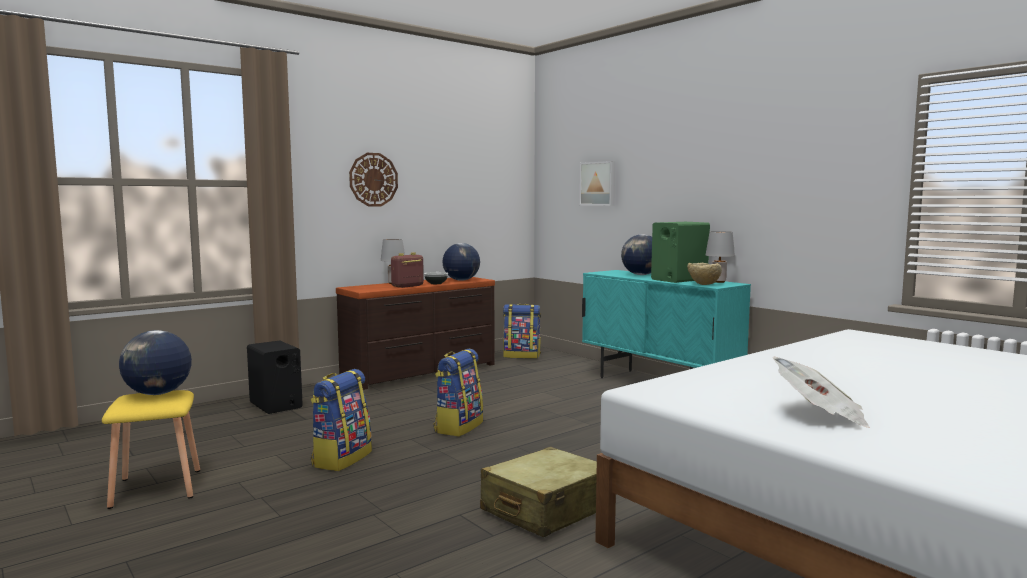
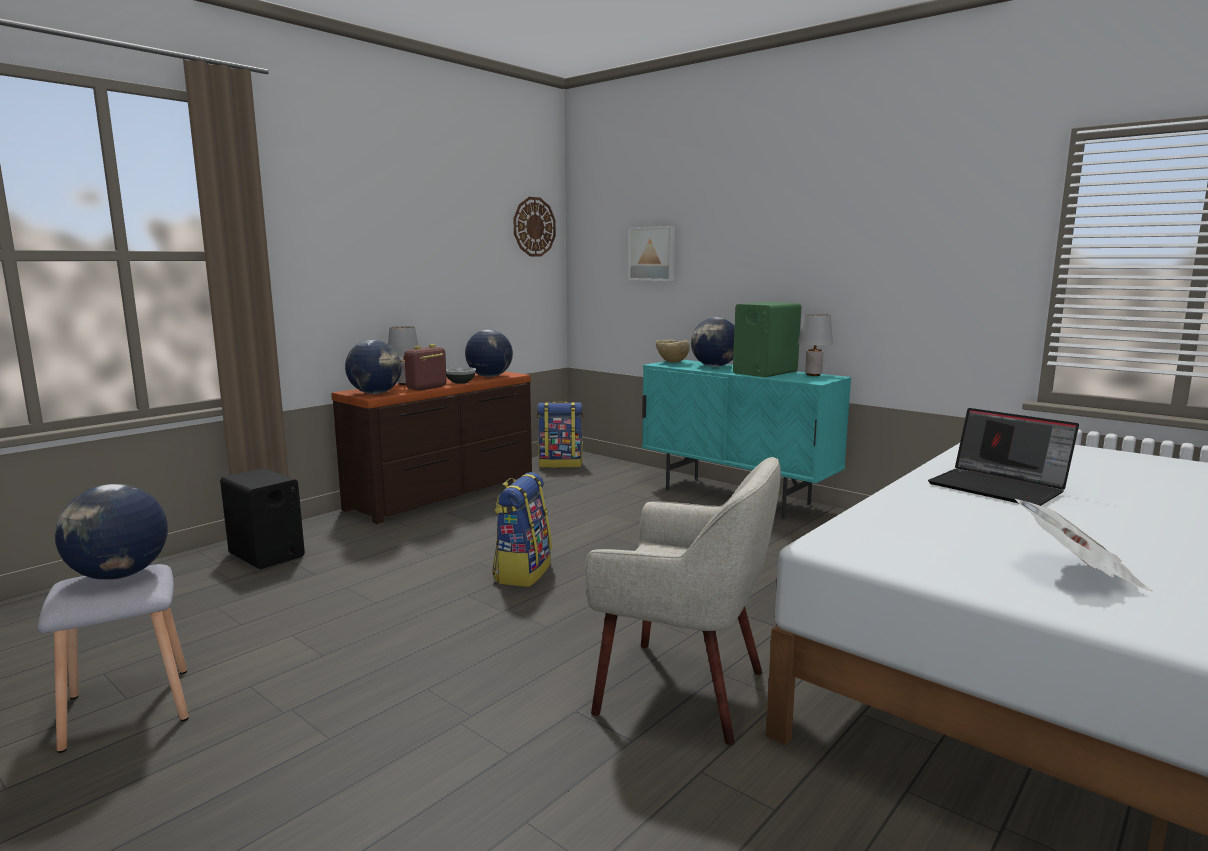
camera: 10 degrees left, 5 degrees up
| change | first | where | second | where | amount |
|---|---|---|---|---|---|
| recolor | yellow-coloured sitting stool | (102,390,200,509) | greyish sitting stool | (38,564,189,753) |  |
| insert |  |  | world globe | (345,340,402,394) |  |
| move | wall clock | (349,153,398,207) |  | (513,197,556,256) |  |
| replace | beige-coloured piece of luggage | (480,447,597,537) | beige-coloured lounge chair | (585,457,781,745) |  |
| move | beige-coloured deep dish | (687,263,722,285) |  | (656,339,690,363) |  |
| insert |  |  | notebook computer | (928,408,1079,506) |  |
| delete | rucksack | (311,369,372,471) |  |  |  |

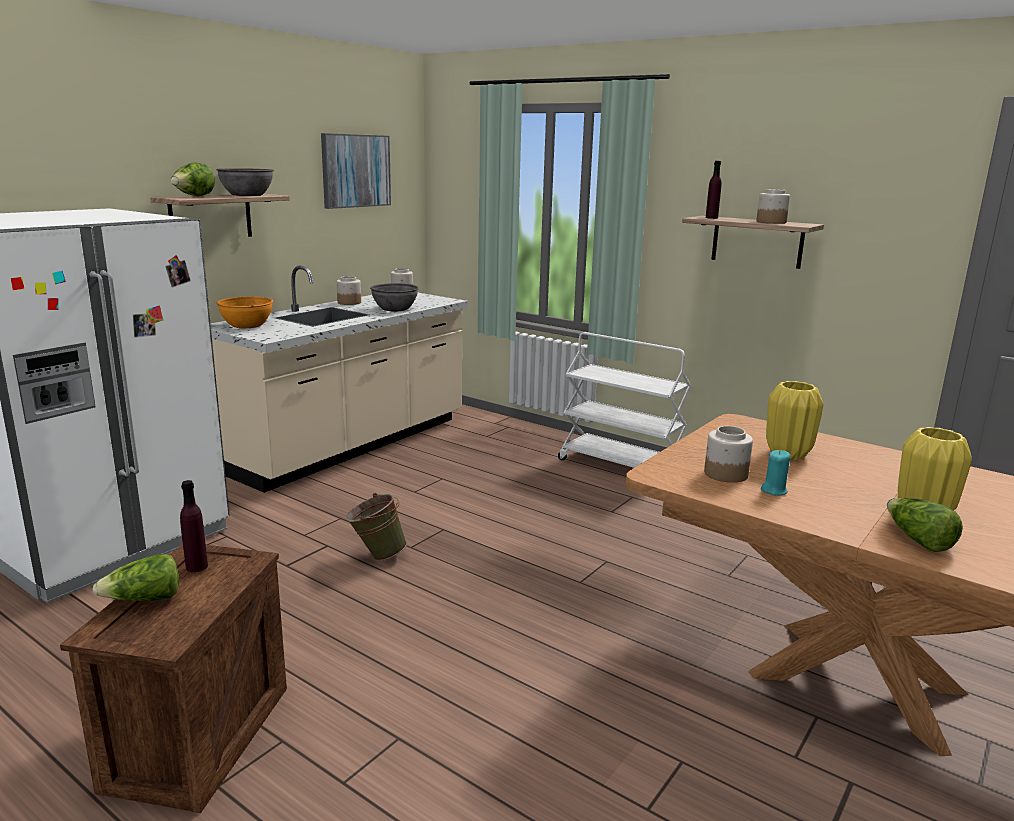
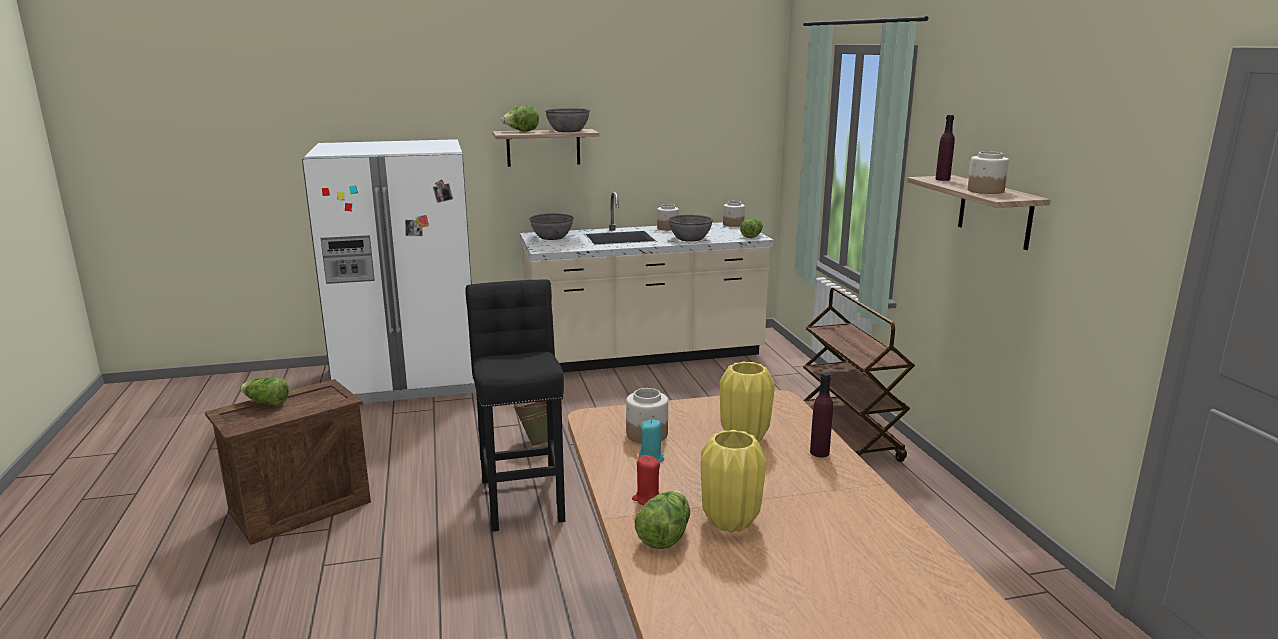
camera: 40 degrees right, 0 degrees up
| change | first | where | second | where | amount |
|---|---|---|---|---|---|
| insert |  |  | blackish sitting stool | (465,280,565,532) |  |
| recolor | orangey deep dish | (217,296,273,328) | greyish deep dish | (529,213,574,240) |  |
| insert |  |  | reddish candle | (632,455,660,505) |  |
| insert |  |  | lettuce | (740,218,763,238) |  |
| recolor | whitish trolley | (558,332,691,468) | brownish trolley | (803,287,915,462) |  |
| move | purplish beverage bottle | (180,480,208,572) |  | (810,372,833,457) |  |
| delete | wall picture | (321,133,391,209) |  |  |  |

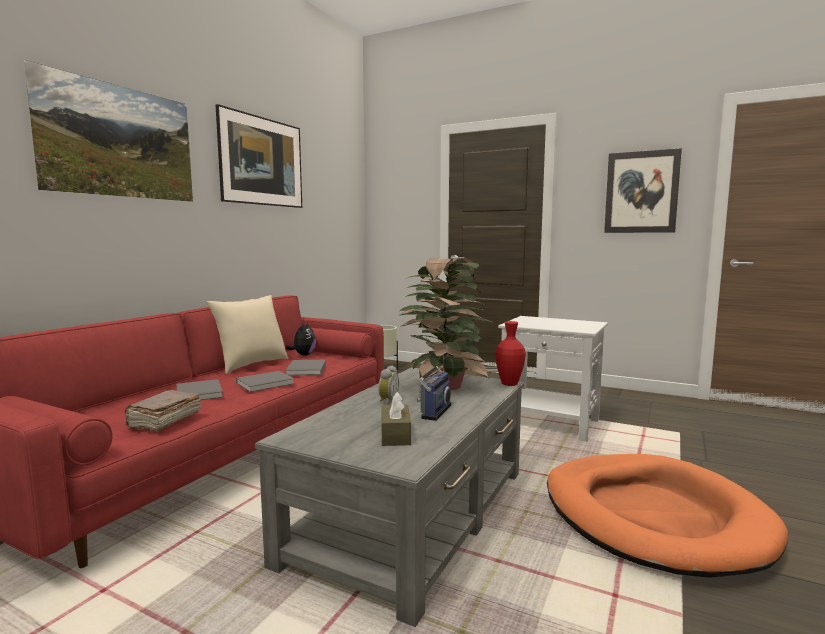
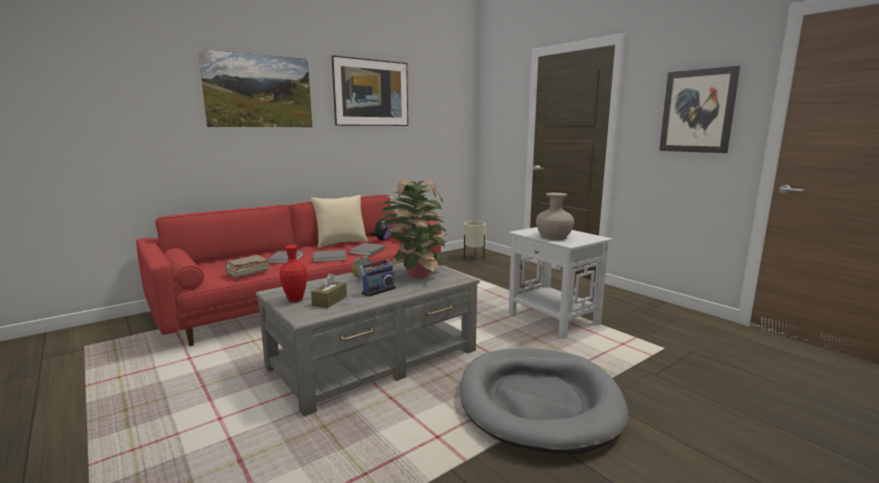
camera: 25 degrees right, 5 degrees up
| change | first | where | second | where | amount |
|---|---|---|---|---|---|
| move | reddish vase | (496,321,526,386) |  | (280,245,307,302) |  |
| recolor | orangey dog bed | (547,454,788,578) | greyish dog bed | (460,348,628,454) |  |
| insert |  |  | beige-coloured vase | (536,193,574,240) |  |

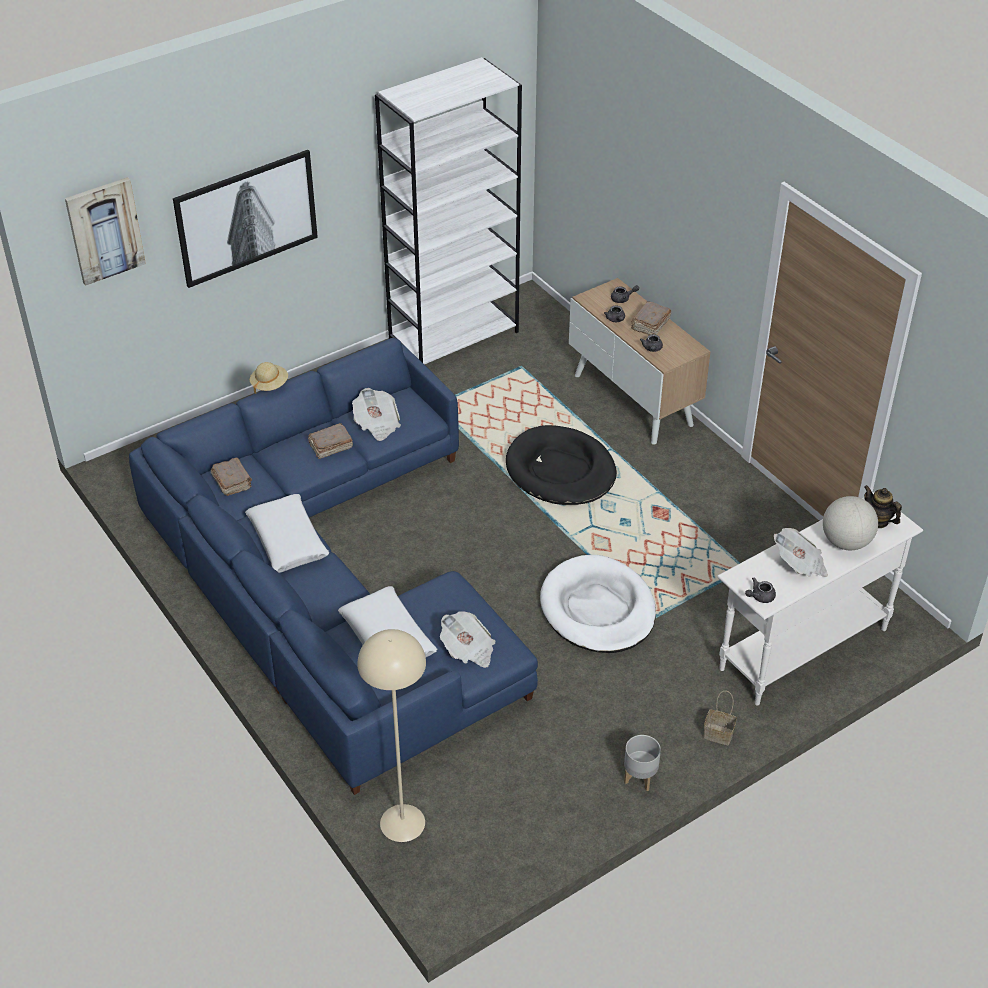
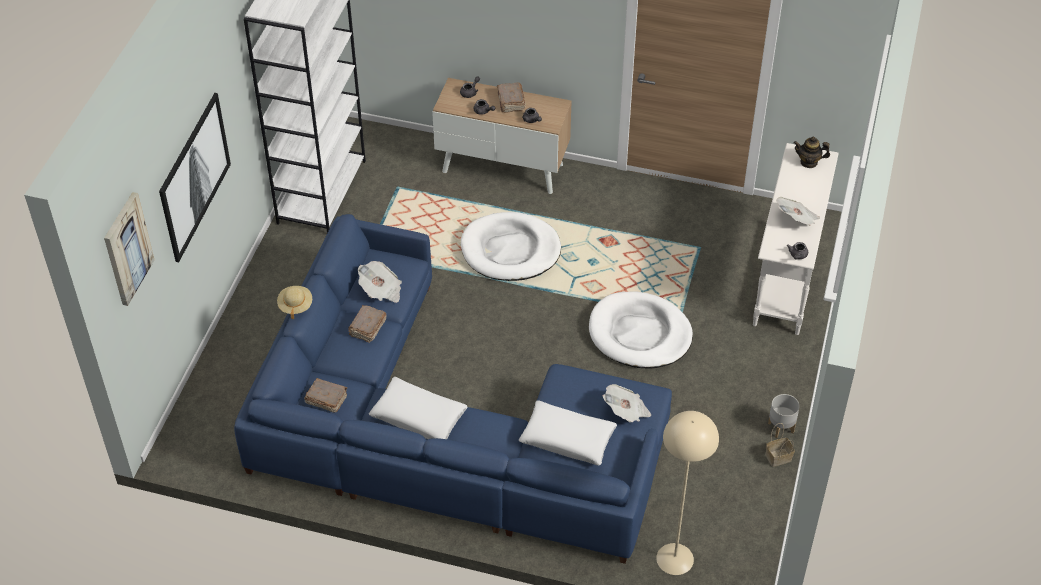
camera: 40 degrees left, 5 degrees up
| change | first | where | second | where | amount |
|---|---|---|---|---|---|
| recolor | blackish dog bed | (506,425,617,505) | whitish dog bed | (461,212,561,281) |  |
| move | storage basket | (703,691,737,745) |  | (765,423,795,467) |  |
| delete | world globe | (823,496,878,550) |  |  |  |

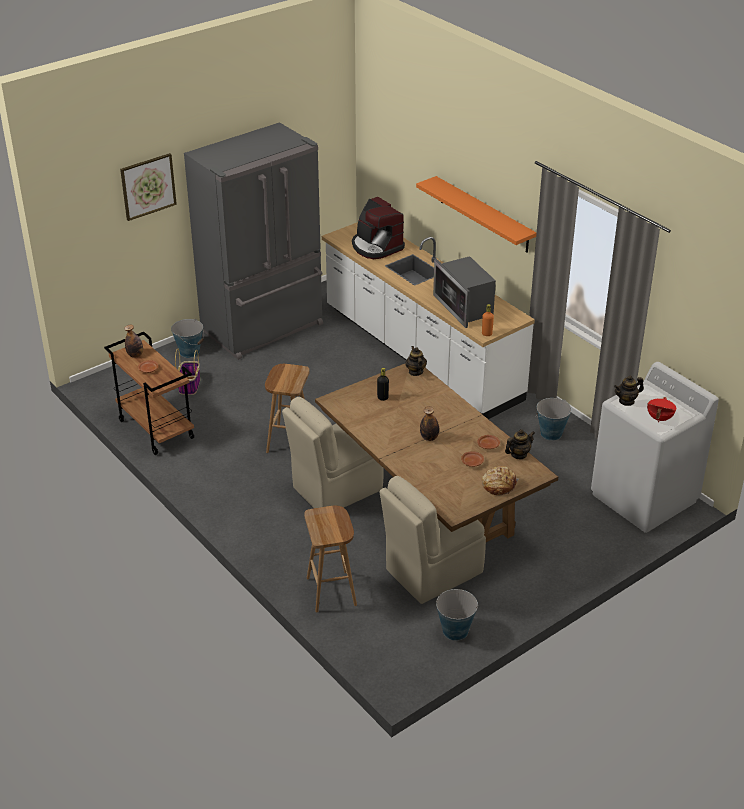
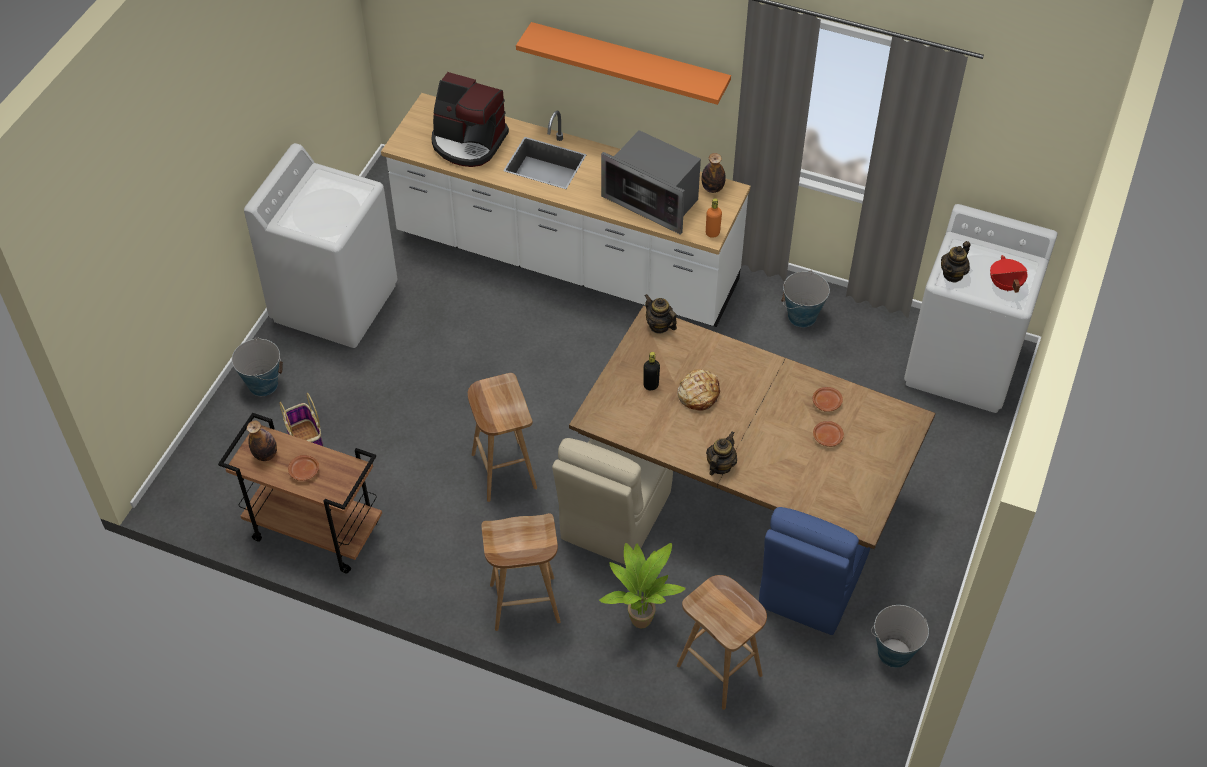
camera: 30 degrees left, 15 degrees up
| change | first | where | second | where | amount |
|---|---|---|---|---|---|
| replace | greyish fridge | (184,122,323,360) | whitish laundry appliance | (244,143,397,348) |  |
| insert |  |  | brownish sitting stool | (481,513,561,631) |  |
| insert |  |  | houseplant | (599,543,686,628) |  |
| move | bakery bread | (482,466,519,496) |  | (677,369,720,411) |  |
| move | beverage bottle | (420,406,439,441) |  | (701,153,726,193) |  |
| move | pot for tea | (505,429,535,459) |  | (706,431,737,475) |  |
| recolor | beige-coloured plain chair | (380,476,486,604) | bluish plain chair | (759,507,870,635) |  |
| delete | wall picture | (120,153,177,221) |  |  |  |

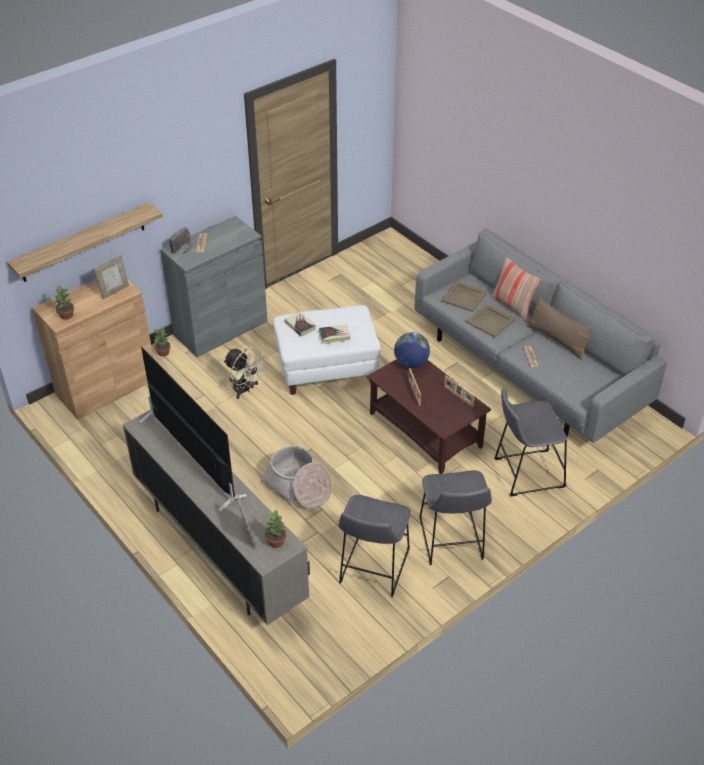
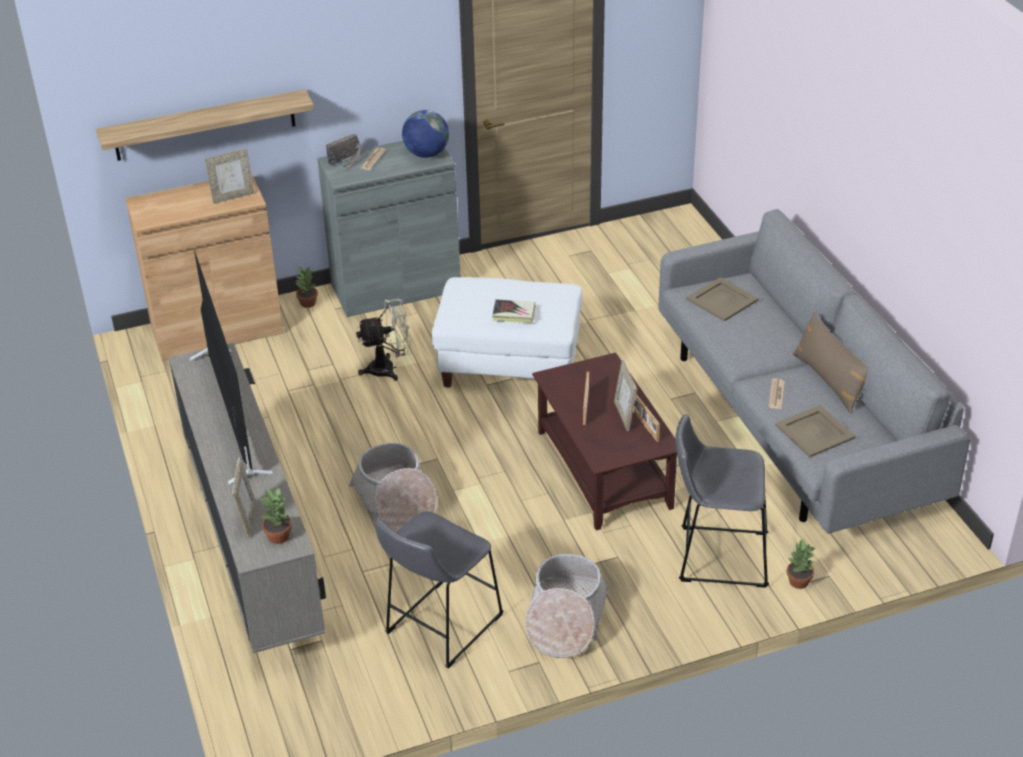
camera: 20 degrees right, 5 degrees down
| change | first | where | second | where | amount |
|---|---|---|---|---|---|
| rotate | beige-coloured fan | (223,347,268,399) |  | (356,299,411,381) | 75 degrees counterclockwise |
| move | world globe | (394,332,430,368) |  | (402,110,449,158) |  |
| replace | greyish sitting stool | (419,470,492,565) | storage basket | (525,554,609,658) |  |
| insert |  |  | photo frame | (614,360,637,431) |  |
| move | beige-coloured tray | (466,304,516,338) |  | (775,405,856,457) |  |
| move | houseplant | (54,285,74,320) |  | (787,539,815,589) |  |
| delete | volume | (284,311,316,336) |  |  |  |
| delete | pillow | (491,257,541,321) |  |  |  |

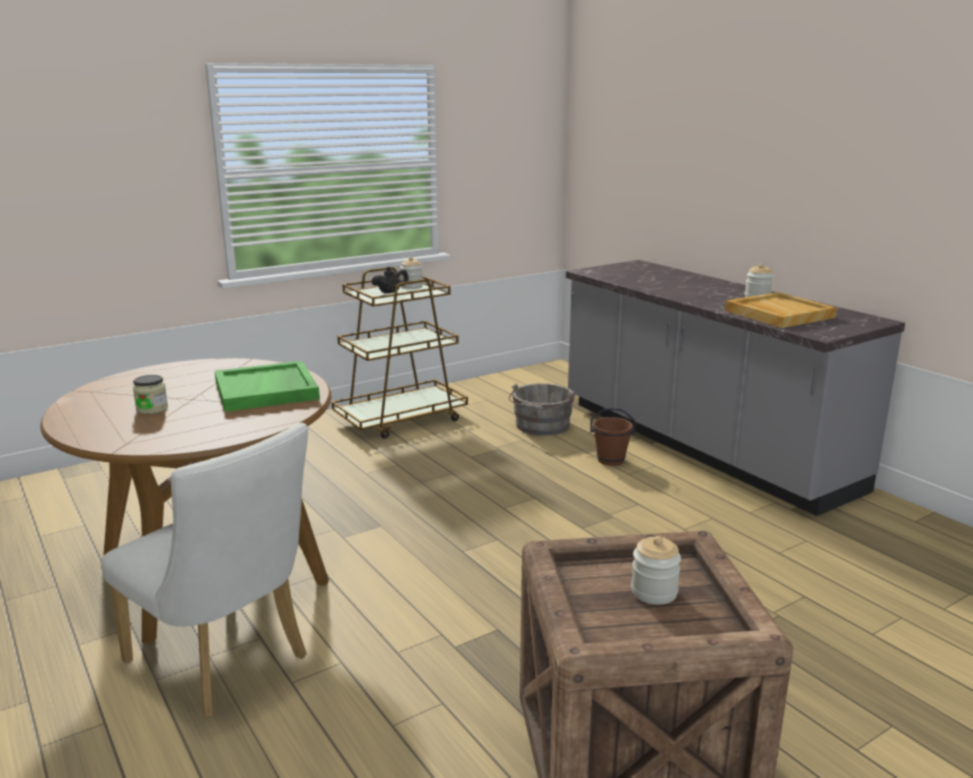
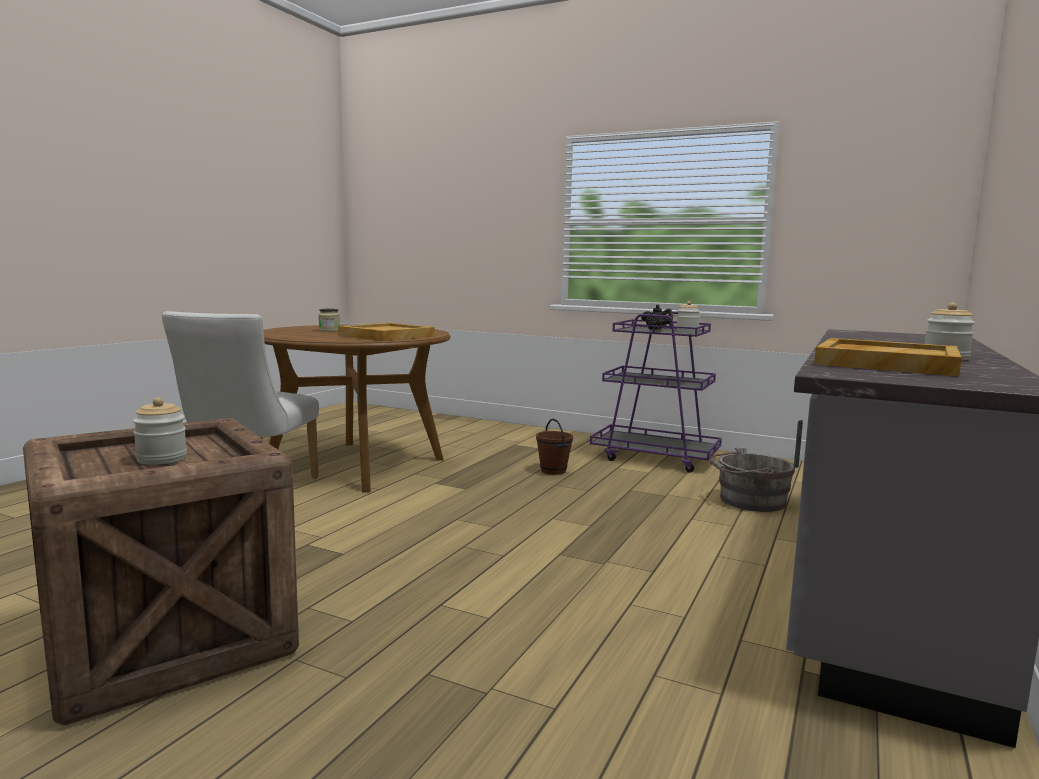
camera: 60 degrees right, 10 degrees down
| change | first | where | second | where | amount |
|---|---|---|---|---|---|
| recolor | green-coloured tray | (215,361,320,412) | beige-coloured tray | (338,323,435,341) |  |
| move | brownish pail | (590,408,636,466) |  | (536,419,573,475) |  |
| recolor | brownish trolley | (332,267,468,439) | purplish trolley | (590,311,722,473) |  |

